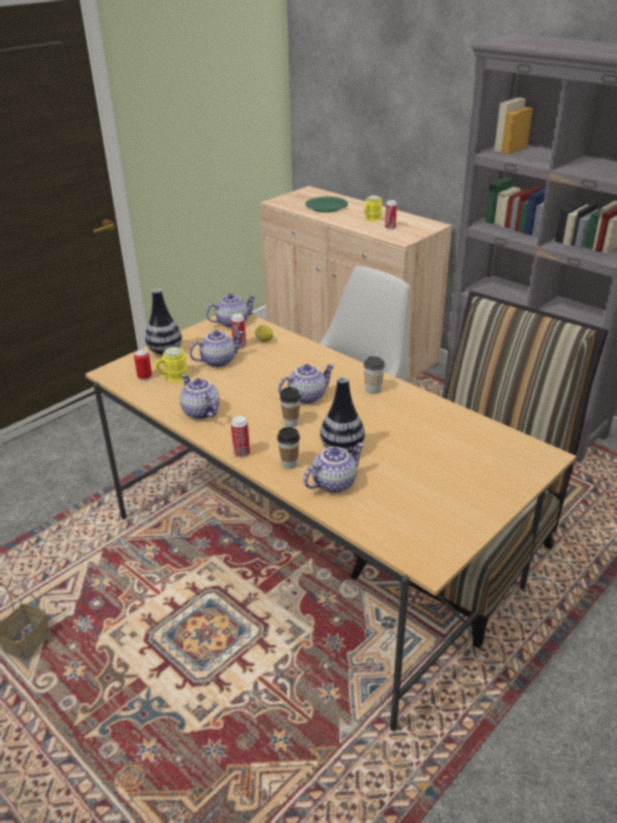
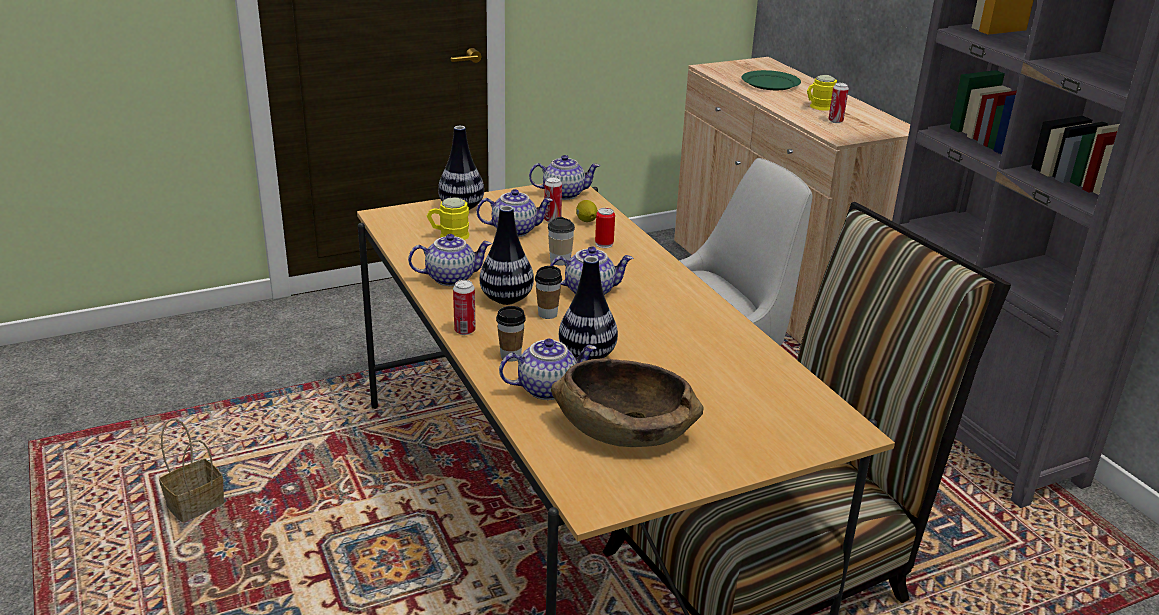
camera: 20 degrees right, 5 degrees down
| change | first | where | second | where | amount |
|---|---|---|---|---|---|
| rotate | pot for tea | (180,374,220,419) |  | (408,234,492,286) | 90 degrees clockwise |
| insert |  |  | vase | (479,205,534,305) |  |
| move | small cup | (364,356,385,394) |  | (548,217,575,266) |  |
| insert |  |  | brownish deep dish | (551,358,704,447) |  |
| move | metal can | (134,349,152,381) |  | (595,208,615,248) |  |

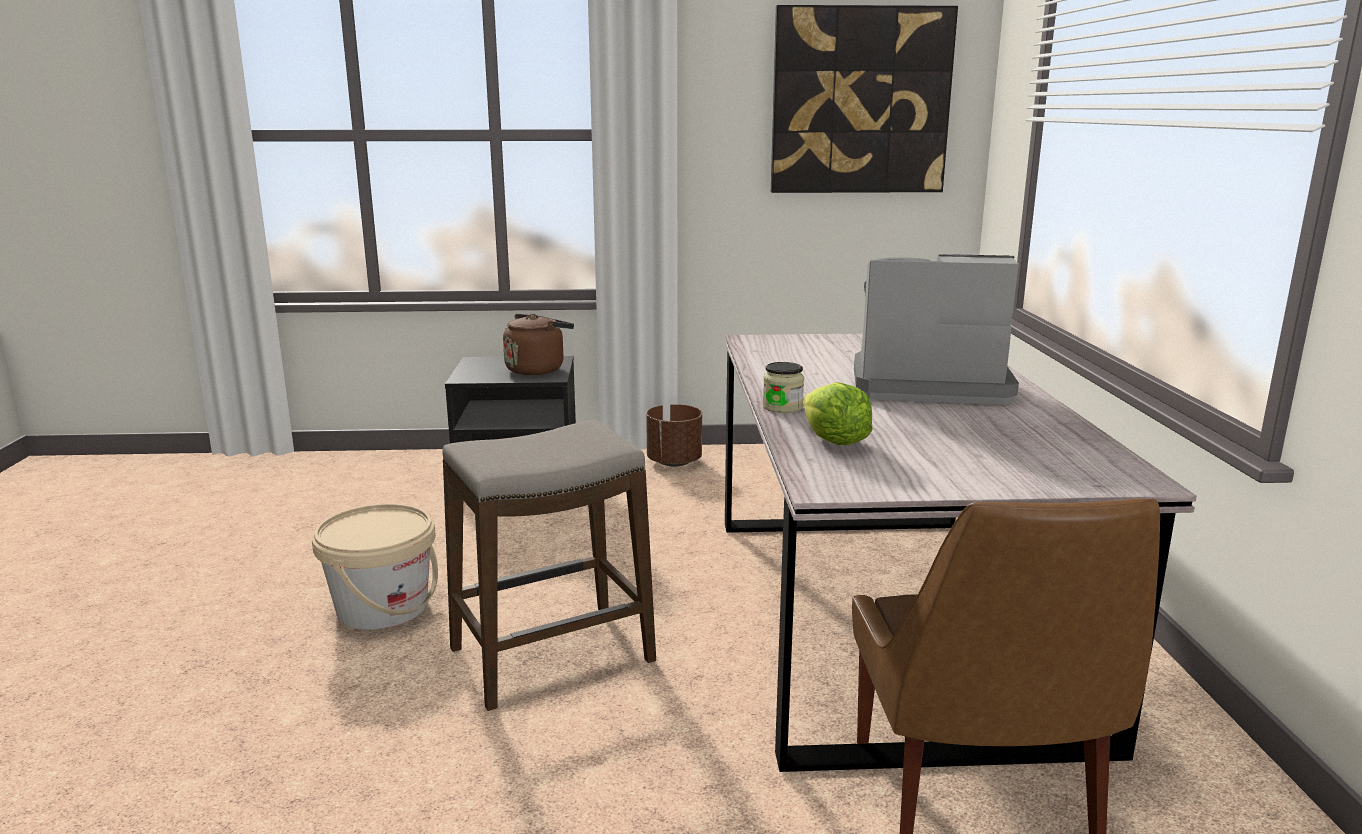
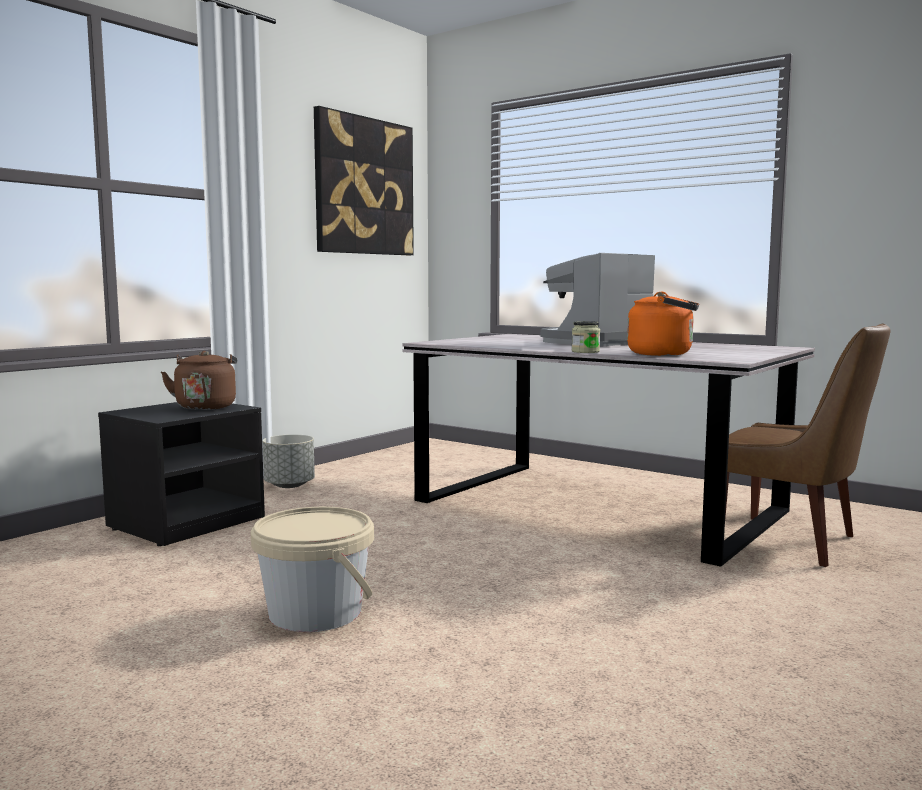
camera: 50 degrees left, 10 degrees down
| change | first | where | second | where | amount |
|---|---|---|---|---|---|
| recolor | brownish planter | (646,404,702,467) | greyish planter | (263,434,315,488) |  |
| replace | lettuce | (804,382,873,445) | orangey tea kettle | (627,292,699,356) |  |
| delete | sitting stool | (442,420,656,711) |  |  |  |

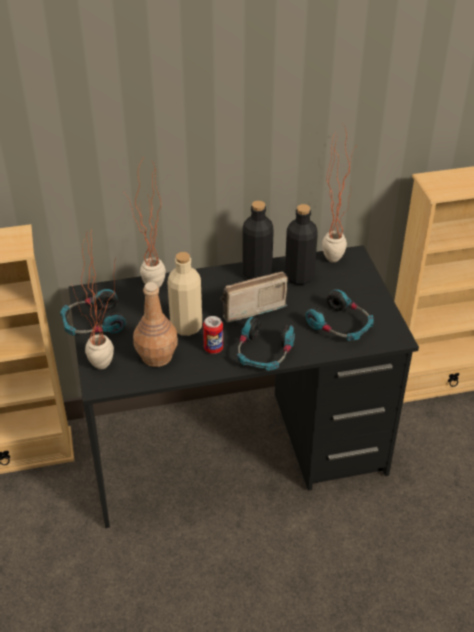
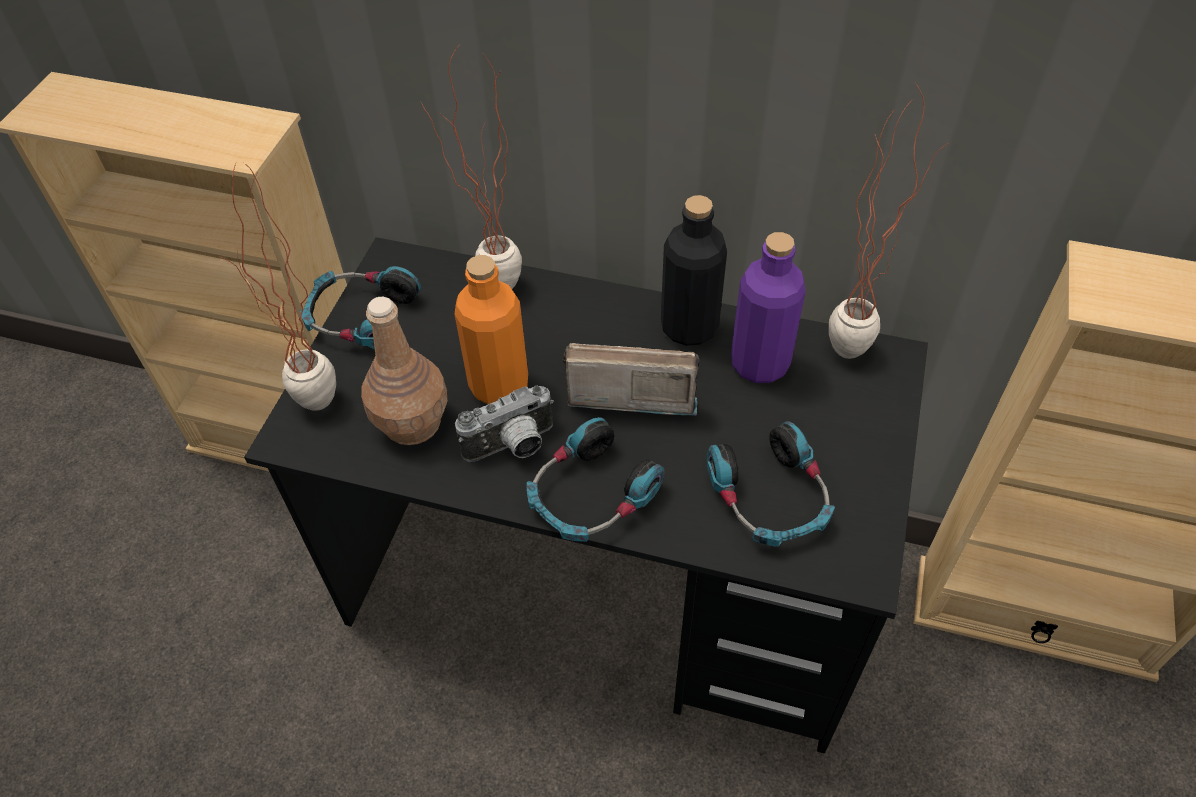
camera: 30 degrees right, 10 degrees up
| change | first | where | second | where | amount |
|---|---|---|---|---|---|
| recolor | beige-coloured beverage bottle | (167,252,202,336) | orangey beverage bottle | (454,255,528,404) |  |
| replace | metal can | (203,316,223,354) | still camera | (455,386,554,462) |  |
| recolor | blackish beverage bottle | (285,204,318,285) | purplish beverage bottle | (731,232,806,383) |  |

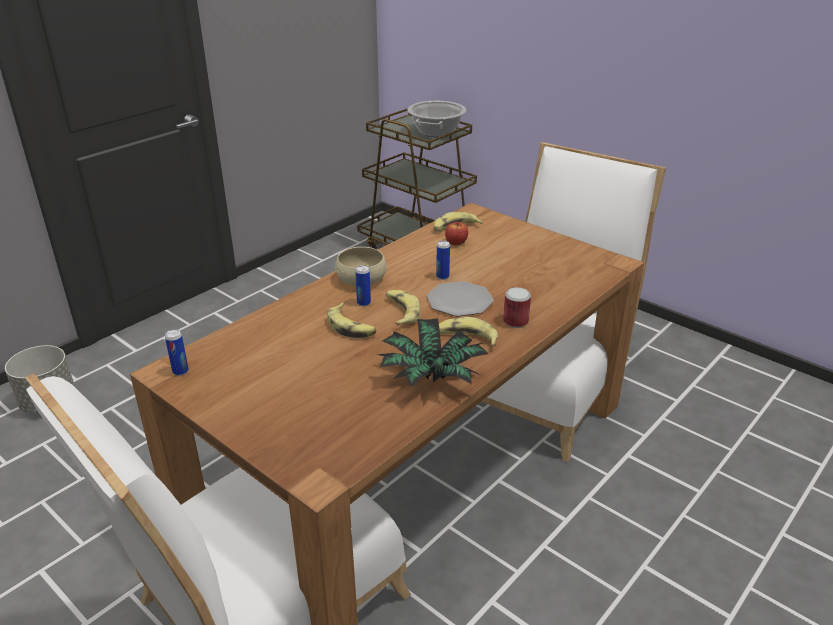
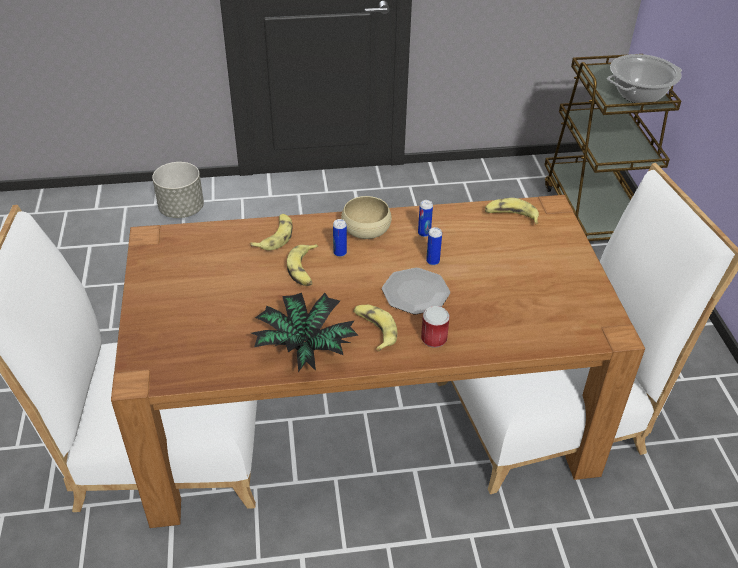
camera: 40 degrees right, 10 degrees up
| change | first | where | second | where | amount |
|---|---|---|---|---|---|
| move | whole banana | (386,290,420,326) |  | (250,214,292,250) |  |
| move | metal can | (165,329,189,376) |  | (418,200,433,237) |  |
| delete | whole apple | (445,222,468,245) |  |  |  |

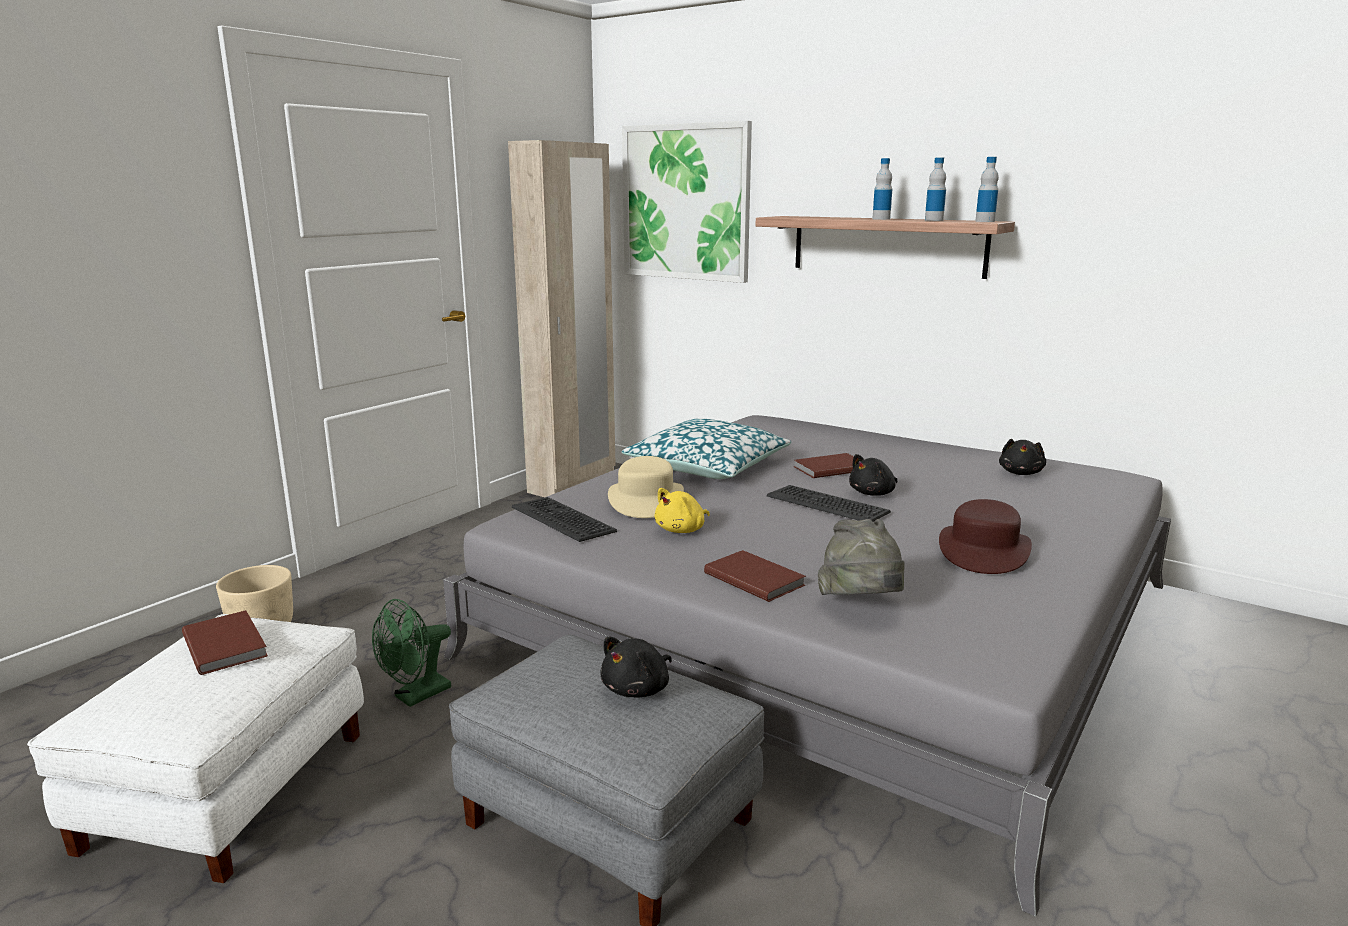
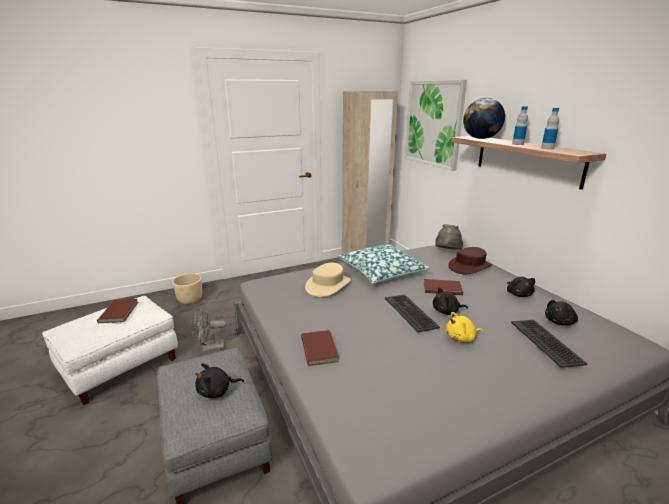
camera: 30 degrees right, 5 degrees up
| change | first | where | second | where | amount |
|---|---|---|---|---|---|
| recolor | green-coloured fan | (372,599,451,707) | greyish fan | (191,306,227,352) |  |
| move | greyish clothing hat | (818,519,905,595) |  | (435,224,463,250) |  |
| move | yellow-coloured soft toy | (655,488,710,533) |  | (446,312,483,342) |  |
| move | brownish clothing hat | (939,499,1032,574) |  | (448,247,492,274) |  |
| insert |  |  | world globe | (463,98,505,139) |  |
| insert |  |  | blackish soft toy | (507,277,535,297) |  |
| move | computer keyboard | (512,497,617,542) |  | (511,320,587,368) |  |
| delete | beverage bottle | (975,157,999,222) |  |  |  |

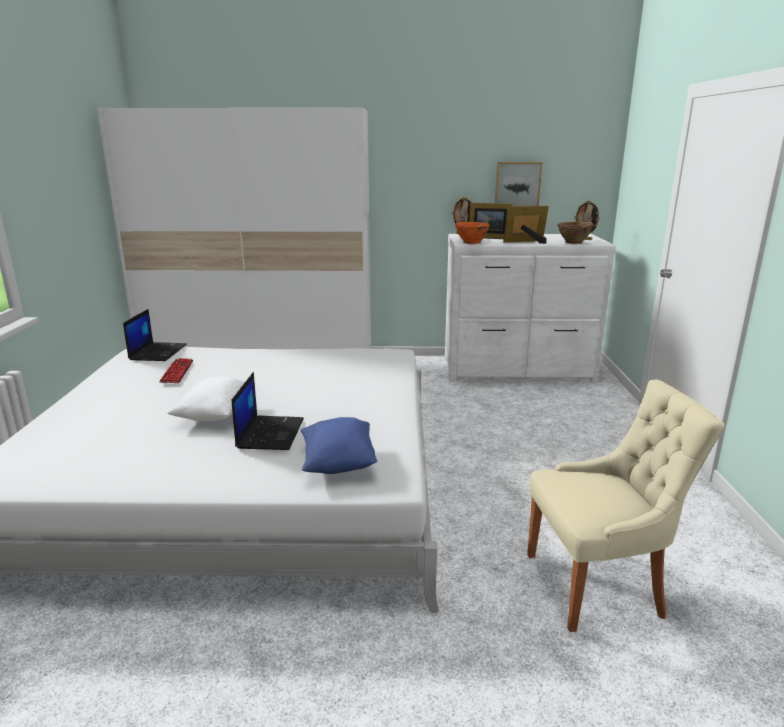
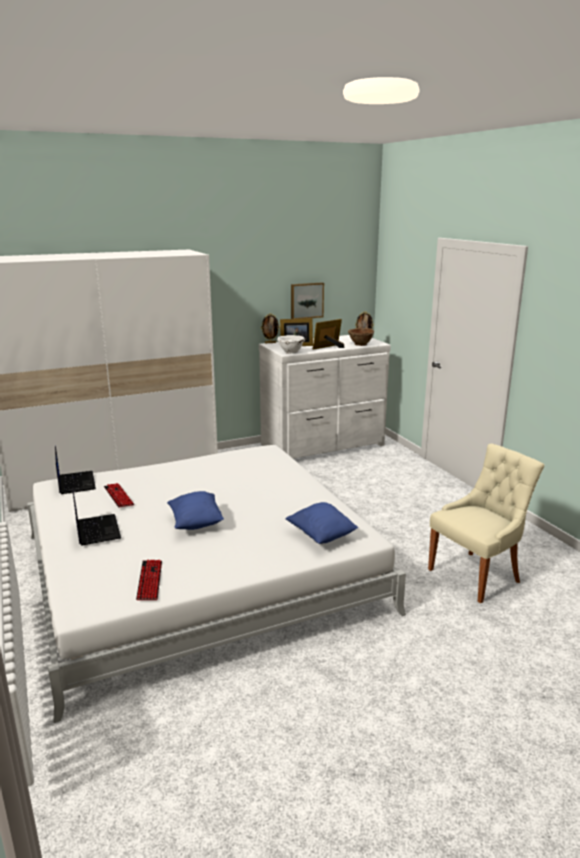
camera: 25 degrees left, 0 degrees up
| change | first | where | second | where | amount |
|---|---|---|---|---|---|
| move | notebook computer | (232,372,304,450) |  | (72,487,121,546) |  |
| insert |  |  | computer keyboard | (136,560,162,600) |  |
| recolor | whitish pillow | (167,376,245,421) | bluish pillow | (167,491,224,530) |  |
| recolor | orangey deep dish | (455,222,490,244) | whitish deep dish | (277,335,305,354) |  |

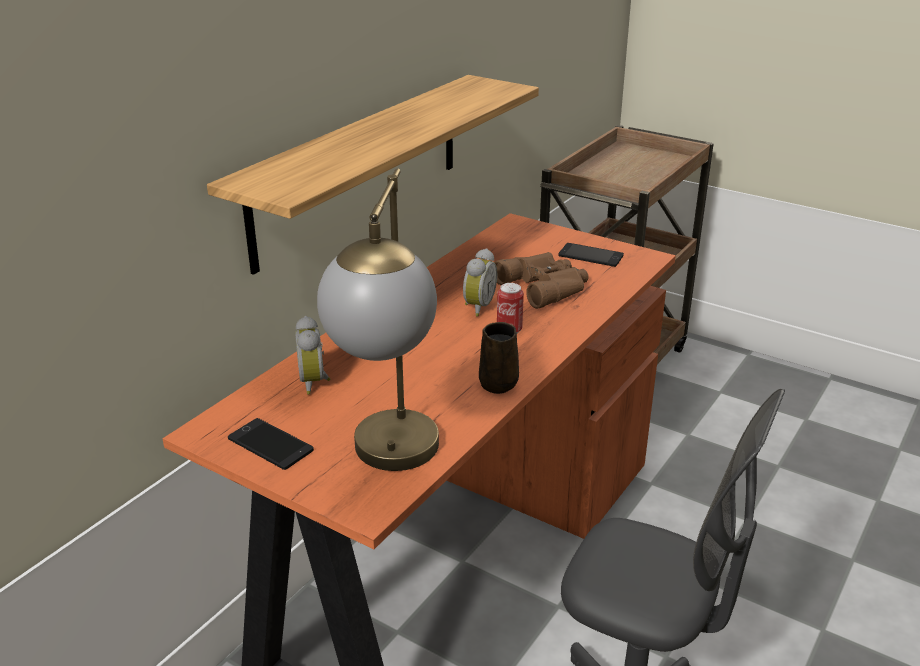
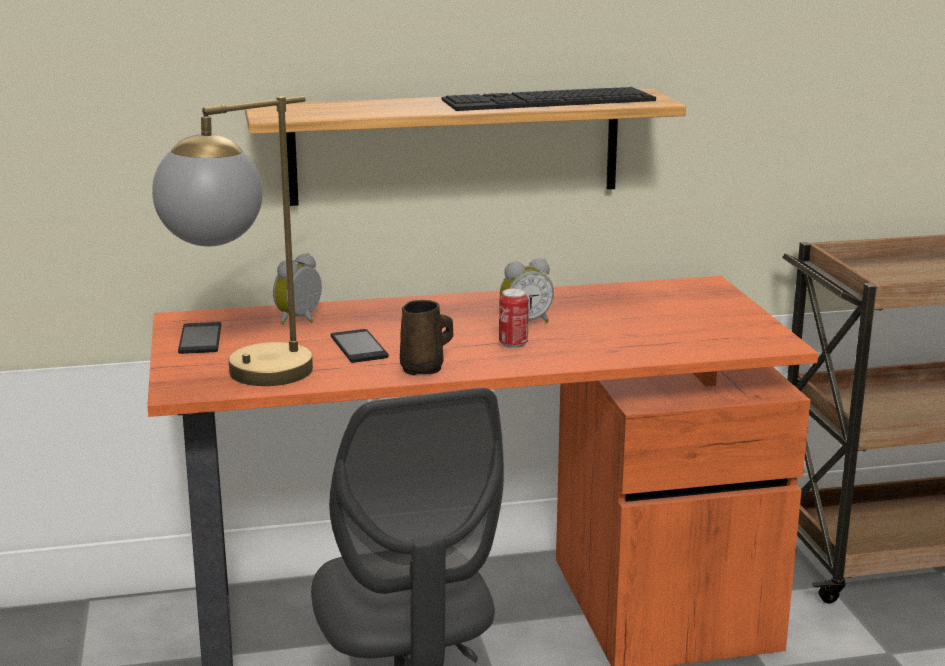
camera: 45 degrees right, 10 degrees down
| change | first | where | second | where | amount |
|---|---|---|---|---|---|
| move | handset | (558,243,624,267) |  | (331,329,388,363) |  |
| insert |  |  | computer keyboard | (442,87,656,111) |  |
| delete | brownish binoculars | (494,252,589,309) |  |  |  |

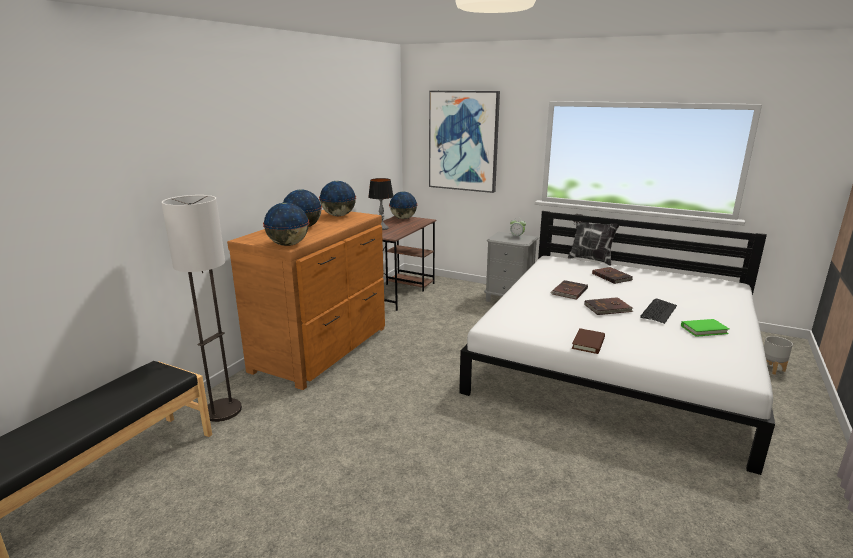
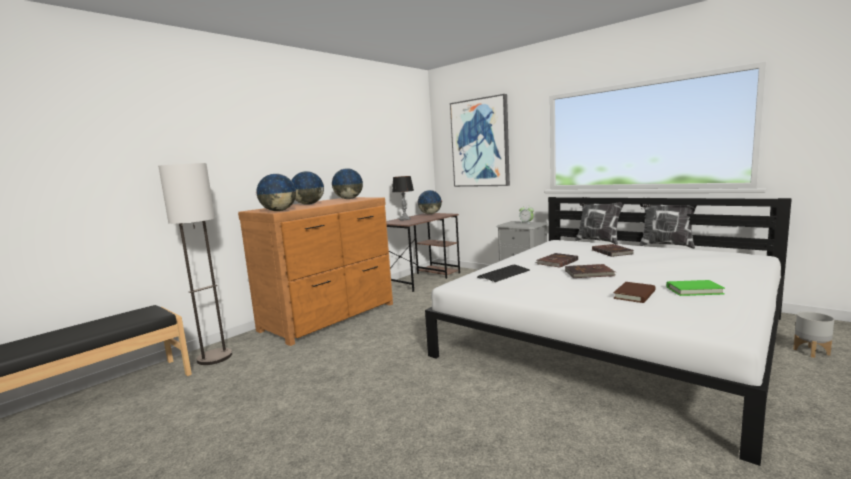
camera: 15 degrees right, 10 degrees down
| change | first | where | second | where | amount |
|---|---|---|---|---|---|
| move | computer keyboard | (640,299,677,324) |  | (477,264,530,282) |  |
| move | brownish volume | (572,328,605,354) |  | (613,282,656,303) |  |
| insert |  |  | pillow | (640,205,697,249) |  |

